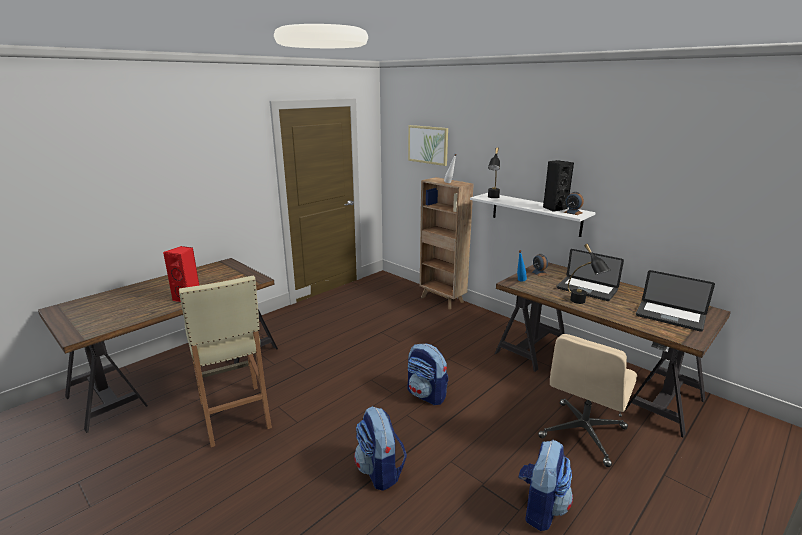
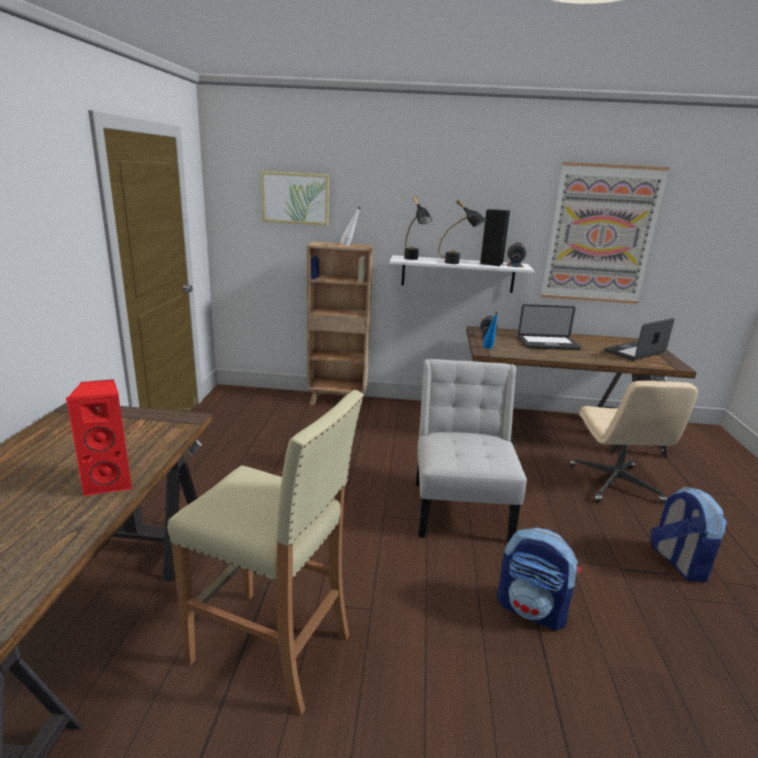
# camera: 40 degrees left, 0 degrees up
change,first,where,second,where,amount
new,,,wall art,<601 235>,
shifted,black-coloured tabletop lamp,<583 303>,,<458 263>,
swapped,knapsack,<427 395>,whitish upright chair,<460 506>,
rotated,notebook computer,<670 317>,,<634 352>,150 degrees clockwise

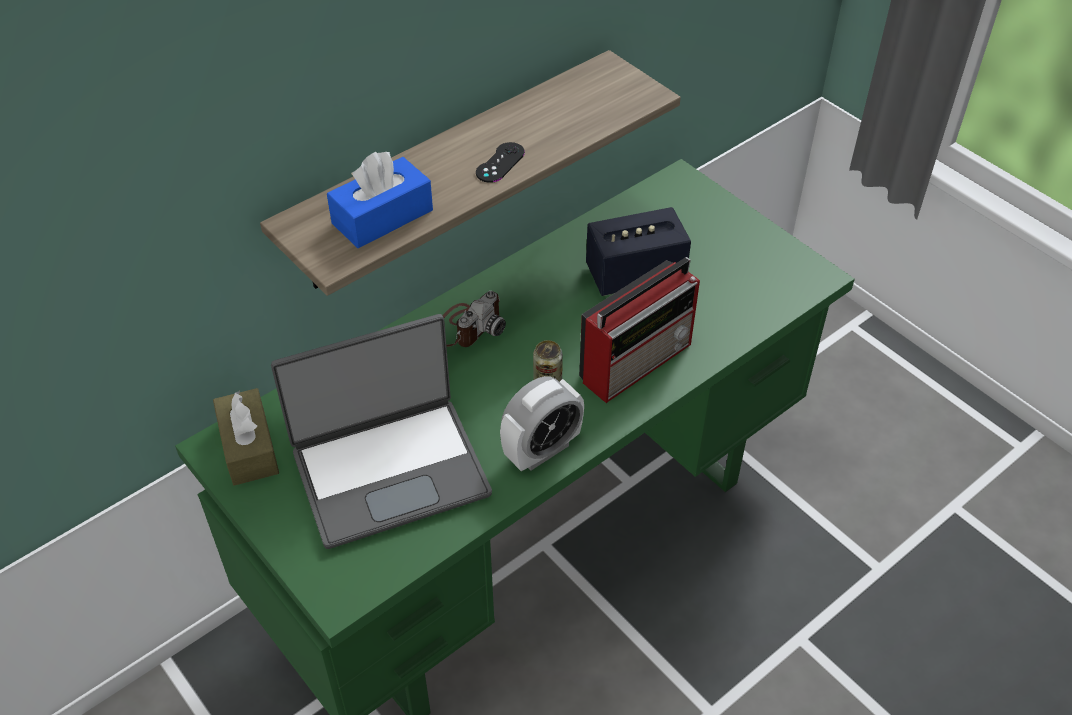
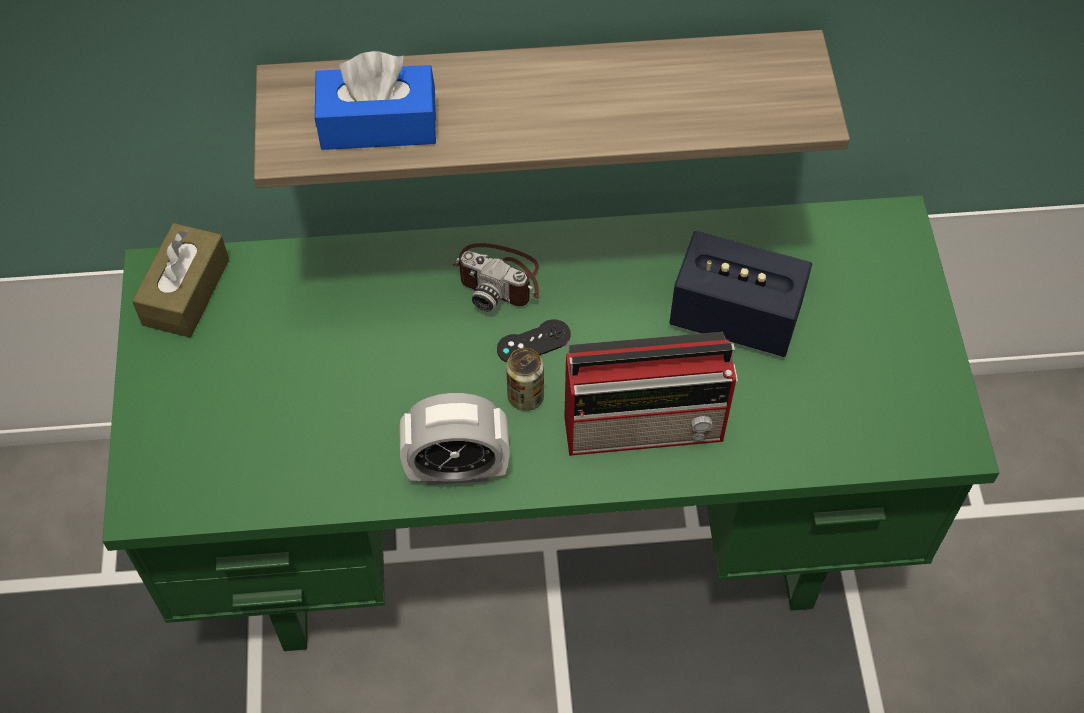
# camera: 35 degrees right, 10 degrees up
change,first,where,second,where,amount
gone,notebook computer,<390 470>,,,
shifted,black-coloured game controller,<500 163>,,<533 342>,
rotated,still camera,<467 327>,,<499 278>,45 degrees clockwise

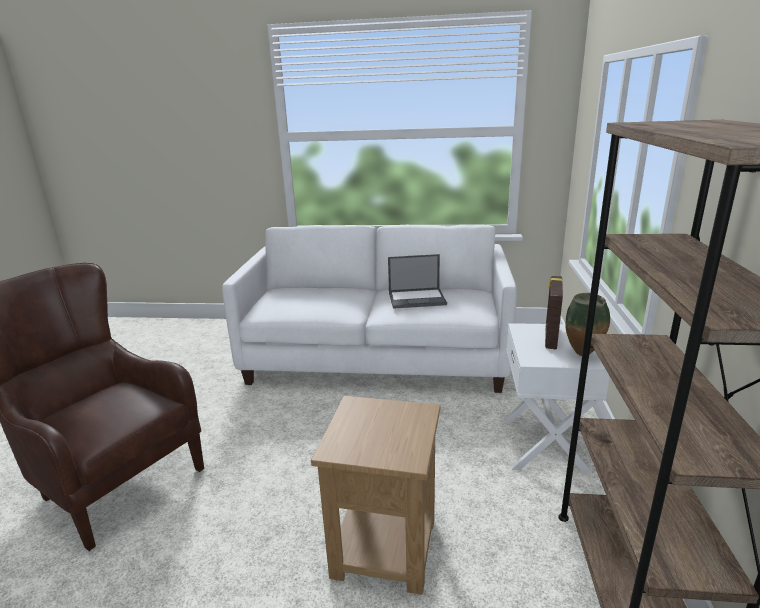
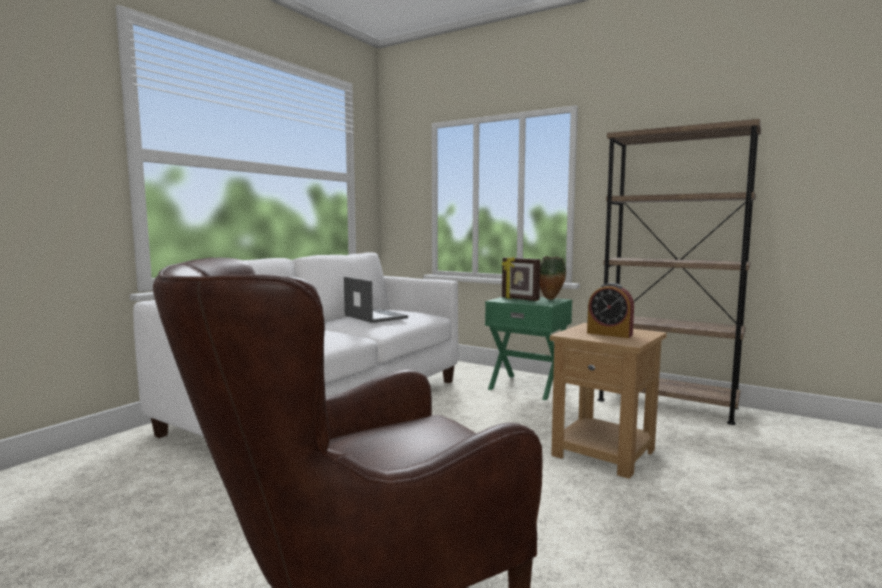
# camera: 65 degrees left, 15 degrees down
change,first,where,second,where,amount
new,,,table clock,<609 334>,
repainted,whitish night table,<545 445>,green night table,<527 386>,
rotated,notebook computer,<417 298>,,<375 316>,60 degrees counterclockwise

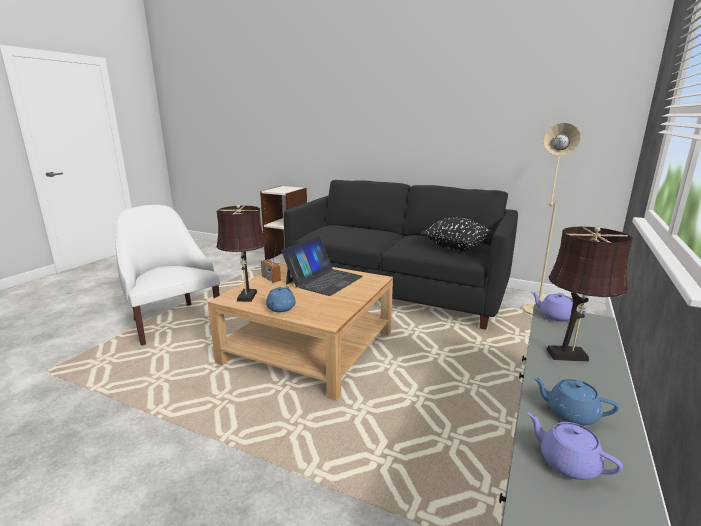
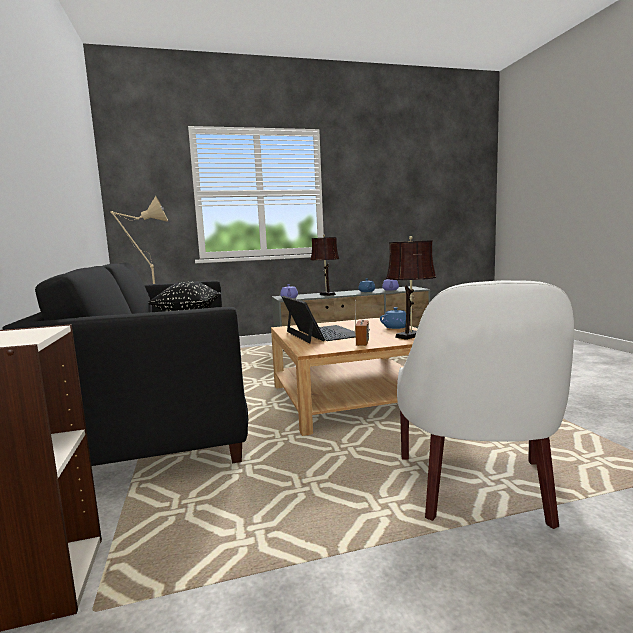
# camera: 130 degrees left, 10 degrees down
change,first,where,second,where,amount
rotated,notebook computer,<324 280>,,<322 334>,75 degrees clockwise

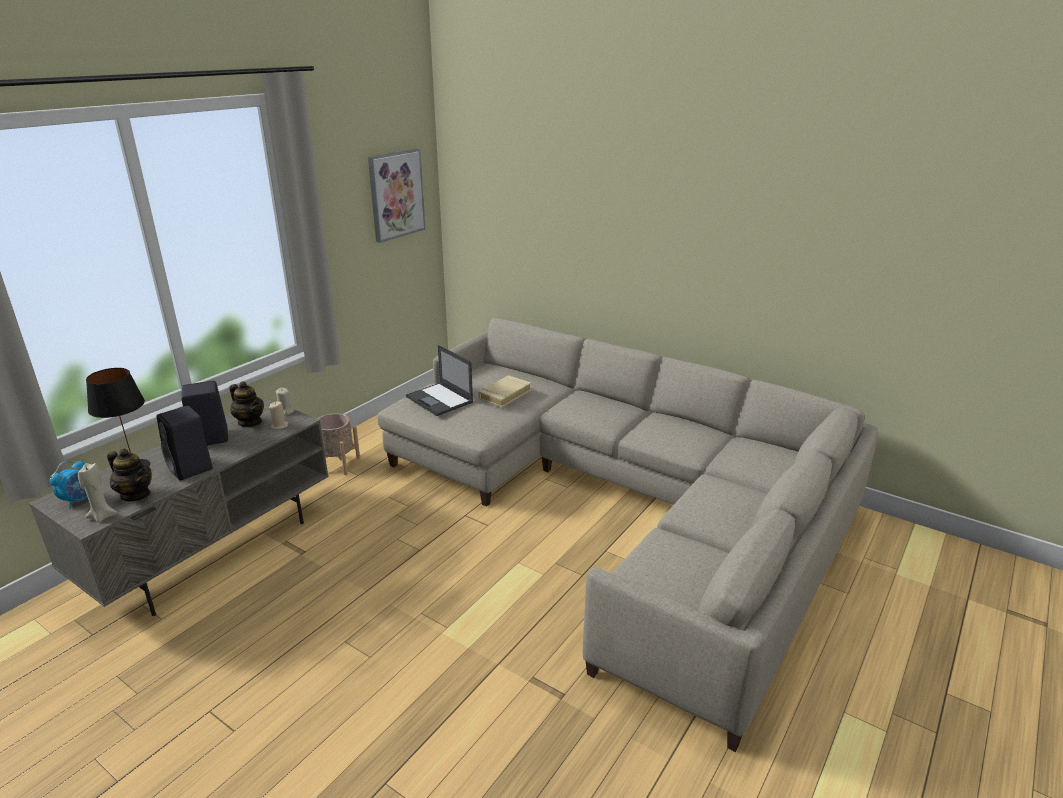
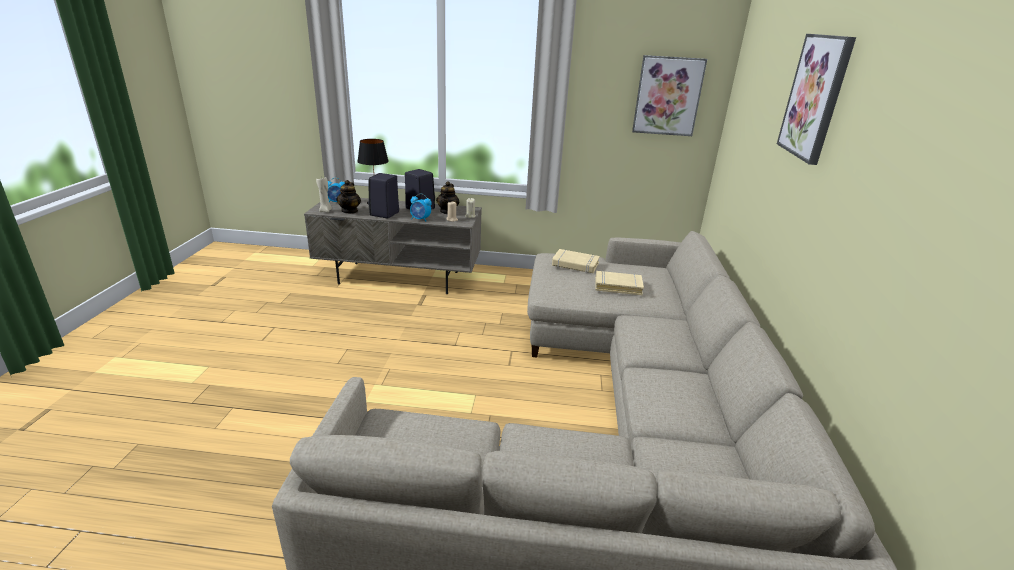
# camera: 60 degrees right, 0 degrees up
change,first,where,second,where,amount
gone,beige-coloured planter,<337 464>,,,
new,,,table clock,<420 219>,
new,,,wall art,<815 97>,
swapped,notebook computer,<440 400>,beige-coloured book,<575 264>,

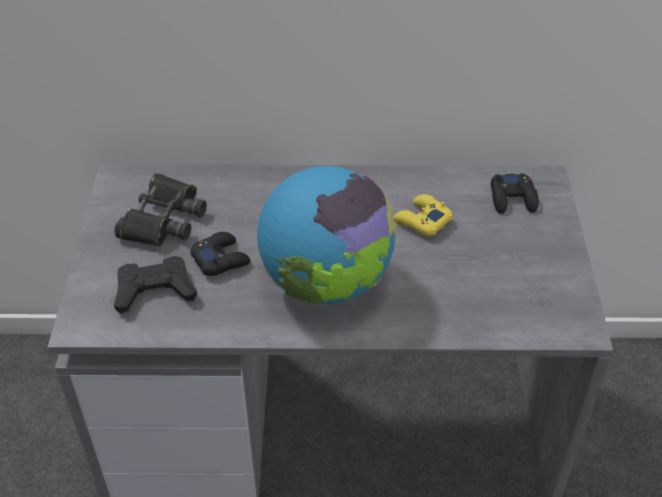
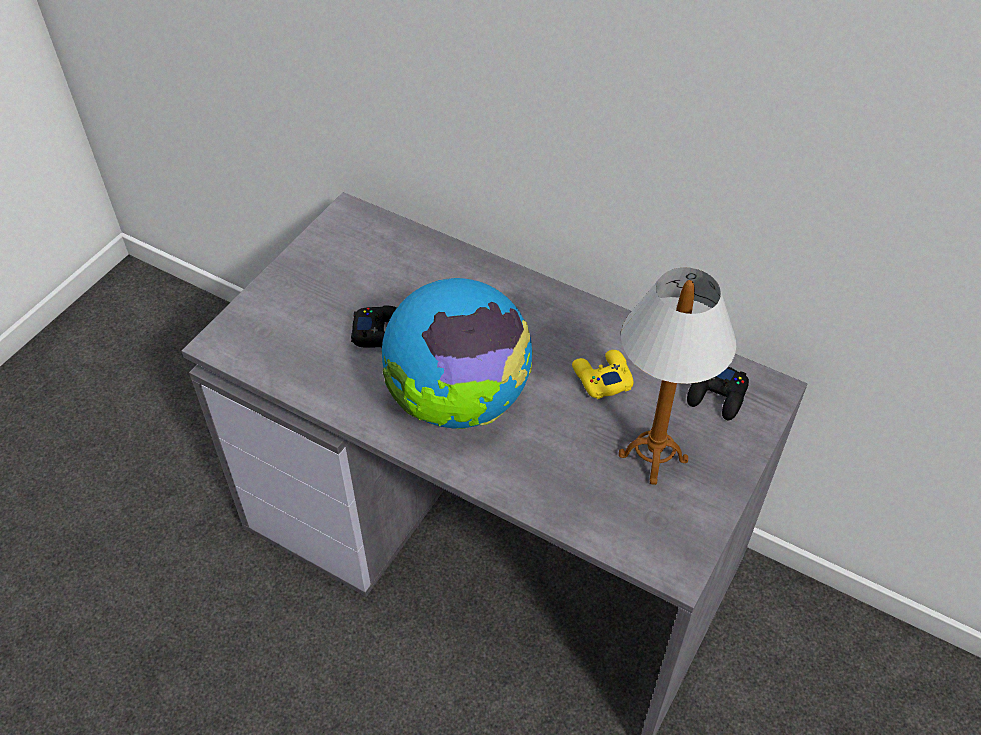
# camera: 30 degrees right, 5 degrees up
change,first,where,second,where,amount
gone,black-coloured pair of binoculars,<163 219>,,,
gone,black-coloured game controller,<155 290>,,,
new,,,tabletop lamp,<652 458>,

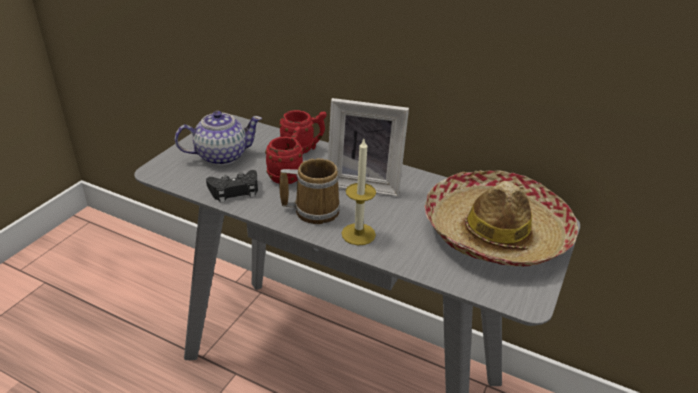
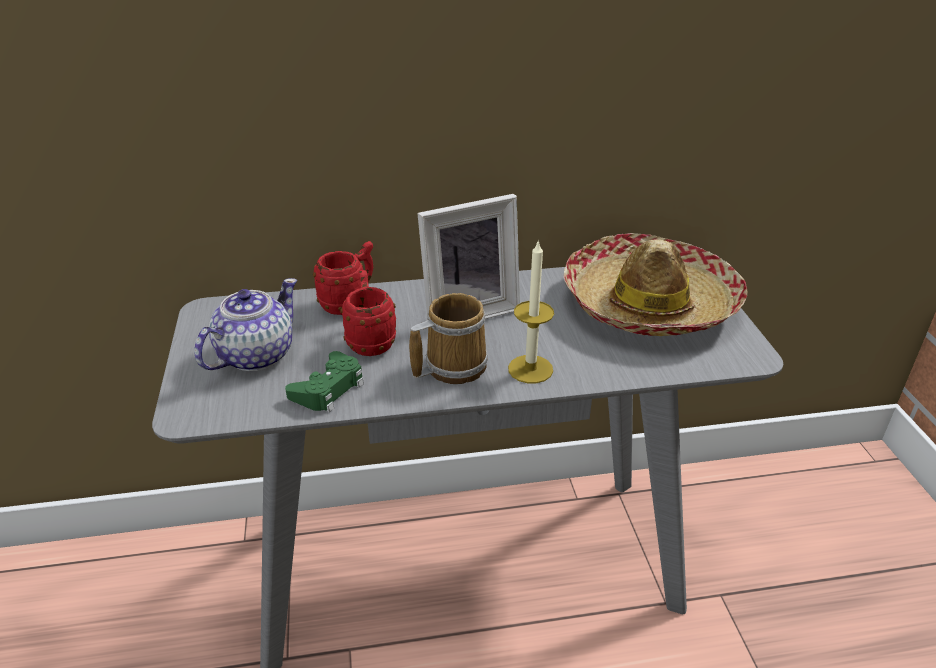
# camera: 35 degrees left, 0 degrees up
change,first,where,second,where,amount
repainted,black-coloured game controller,<234 190>,green game controller,<329 389>,

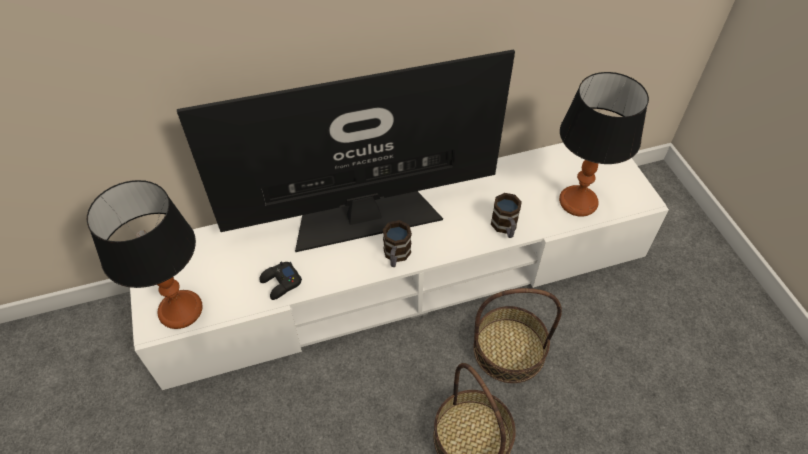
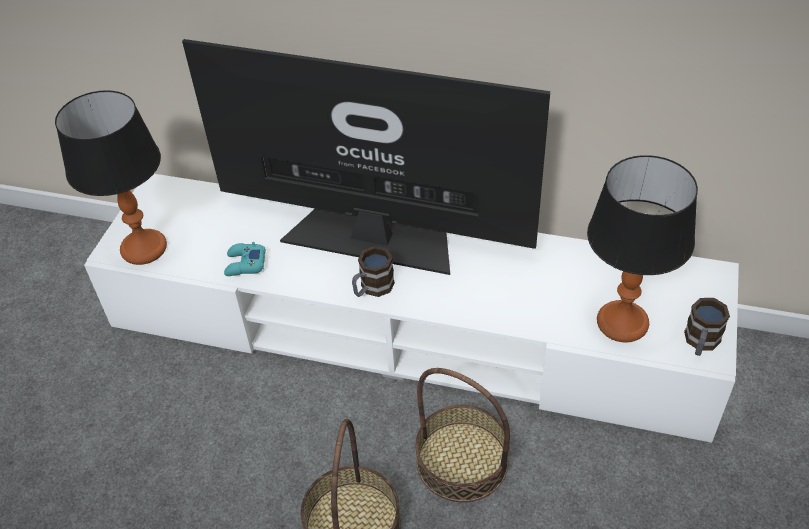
# camera: 35 degrees right, 5 degrees down
change,first,where,second,where,amount
shifted,tea mug,<505 227>,,<700 343>,
repainted,black-coloured game controller,<281 283>,turquoise game controller,<245 264>,

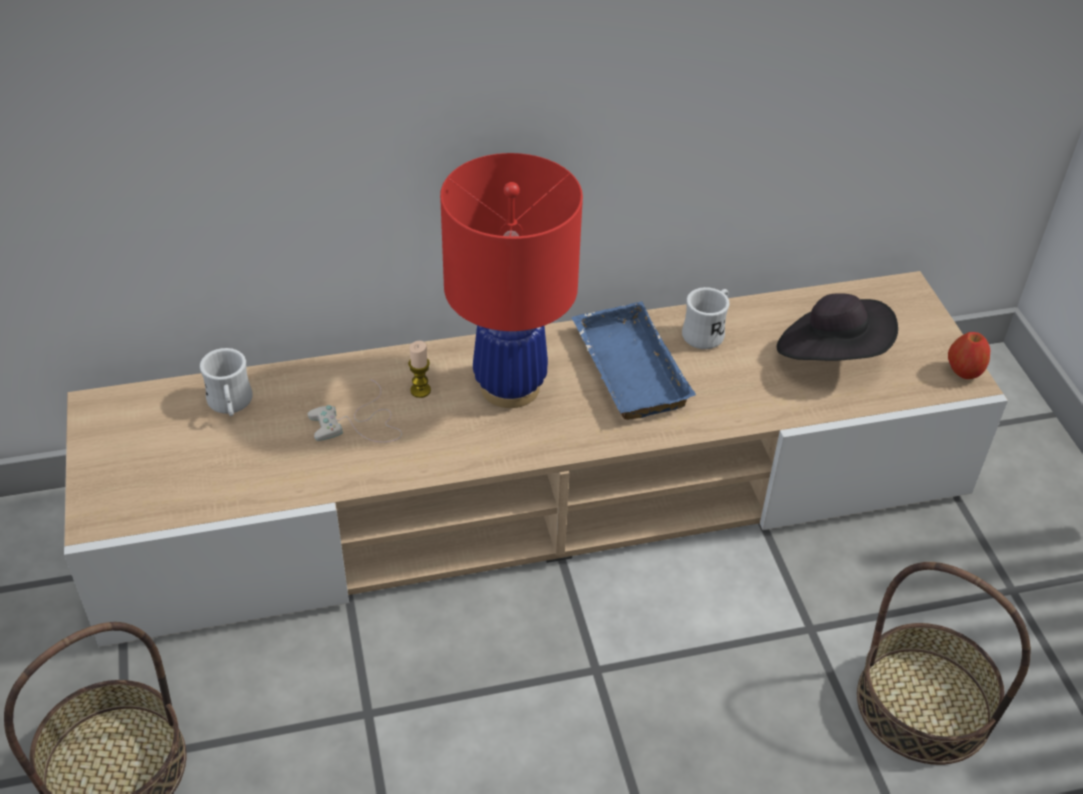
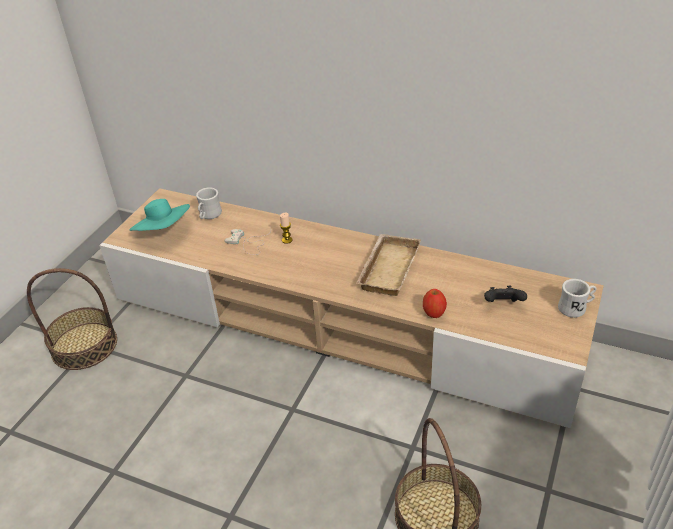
# camera: 40 degrees right, 5 degrees down
change,first,where,second,where,amount
gone,reddish tabletop lamp,<509 387>,,,
new,,,turquoise clothing hat,<164 231>,
shifted,whitish tea mug,<707 332>,,<575 308>,
shifted,apple fruit,<963 372>,,<433 313>,
swapped,black-coloured clothing hat,<831 354>,black-coloured game controller,<502 304>,
repainted,bluish carrying tray,<625 369>,beige-coloured carrying tray,<387 268>,

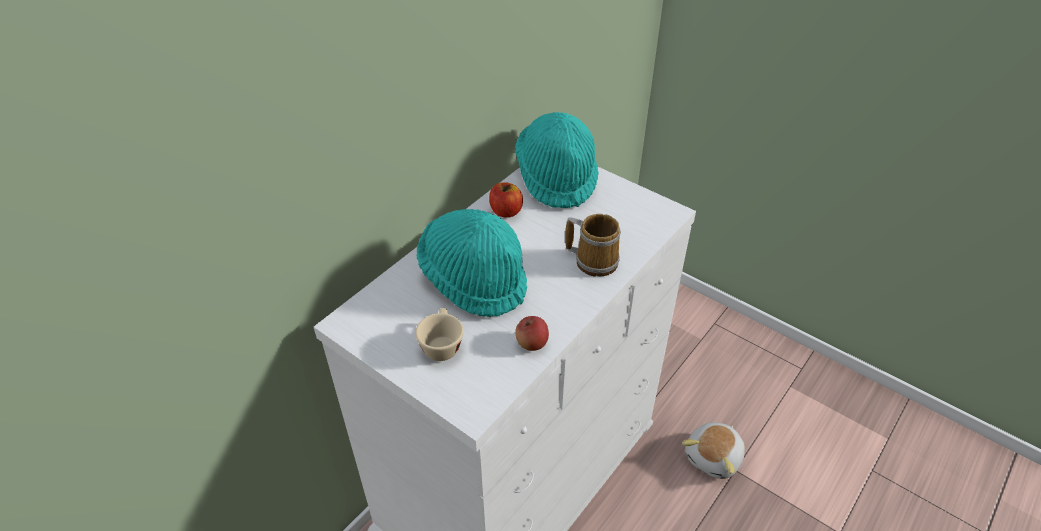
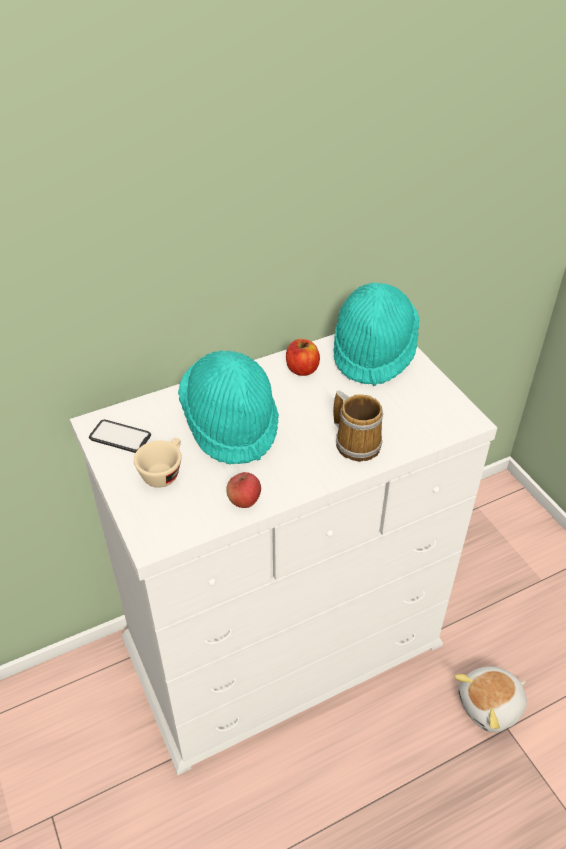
# camera: 25 degrees right, 0 degrees up
change,first,where,second,where,amount
new,,,handset,<120 437>,

